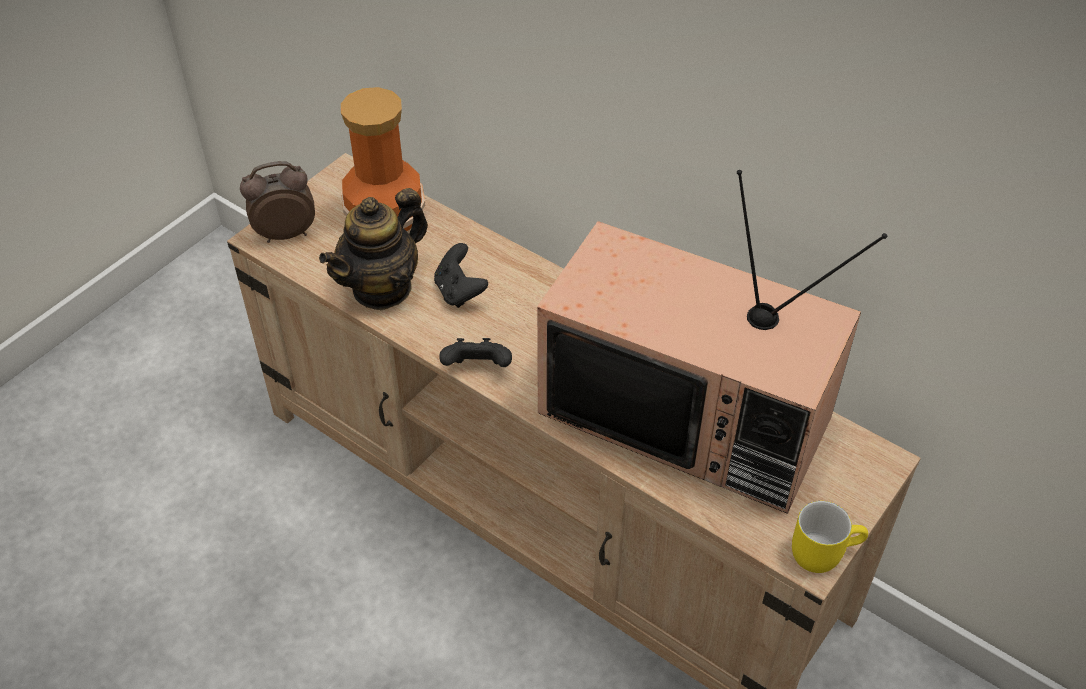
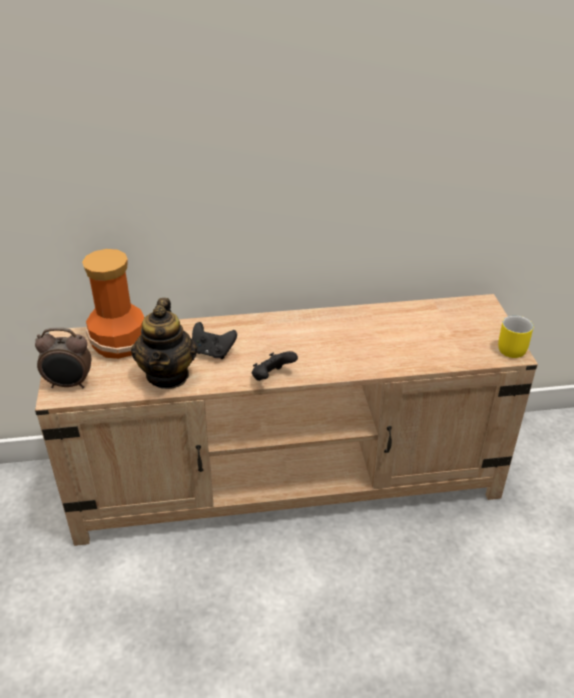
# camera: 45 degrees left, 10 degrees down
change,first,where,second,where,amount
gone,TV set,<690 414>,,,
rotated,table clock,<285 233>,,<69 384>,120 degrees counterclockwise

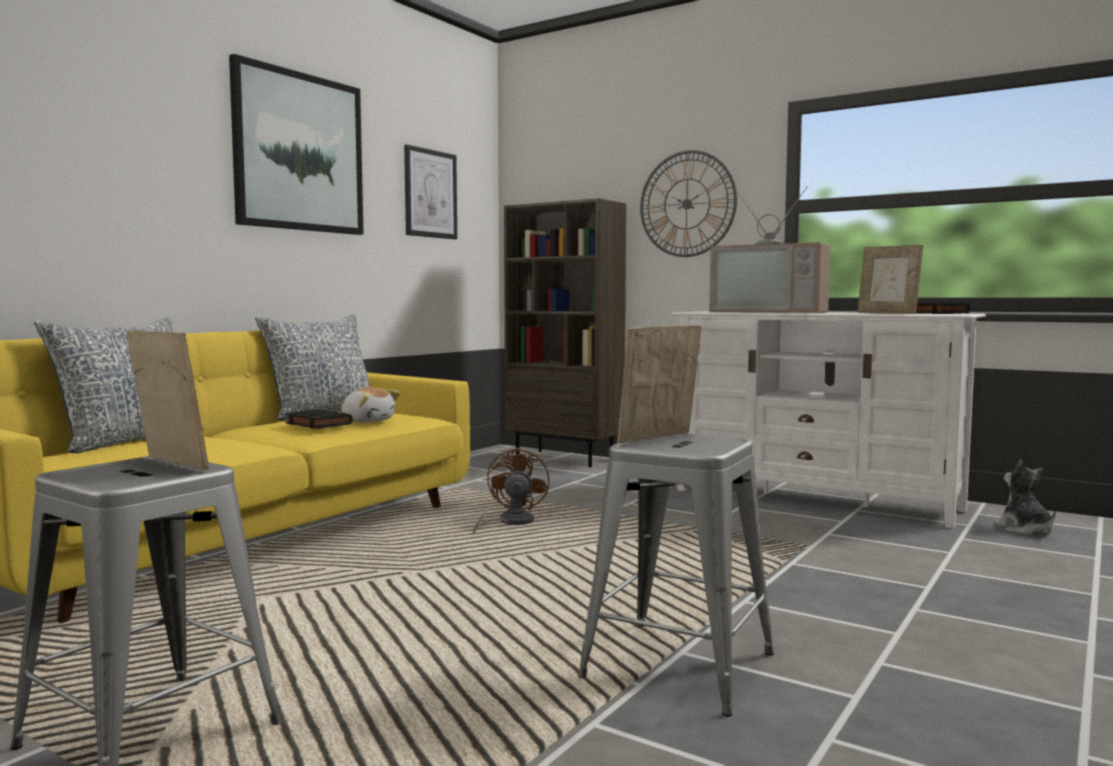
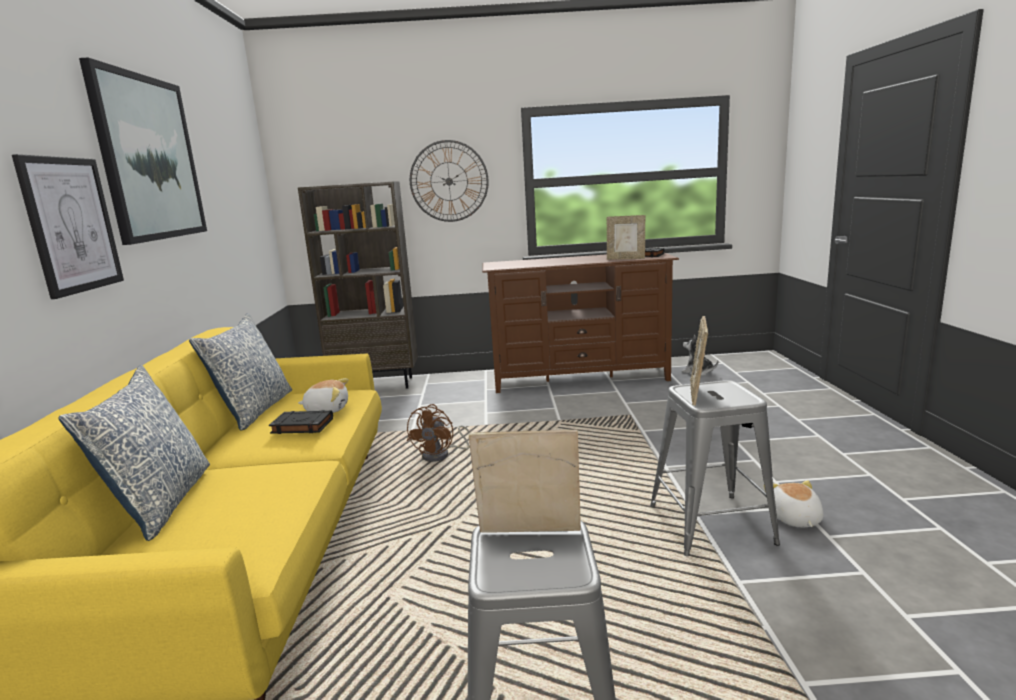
# camera: 35 degrees left, 10 degrees up
change,first,where,second,where,amount
gone,TV set,<771 312>,,,
new,,,cuddly toy,<794 519>,
shifted,wall art,<430 194>,,<71 225>,
repainted,whitish tv stand,<816 499>,brown-coloured tv stand,<580 378>,
rotated,brown-coloured electric fan,<509 523>,,<441 455>,135 degrees counterclockwise

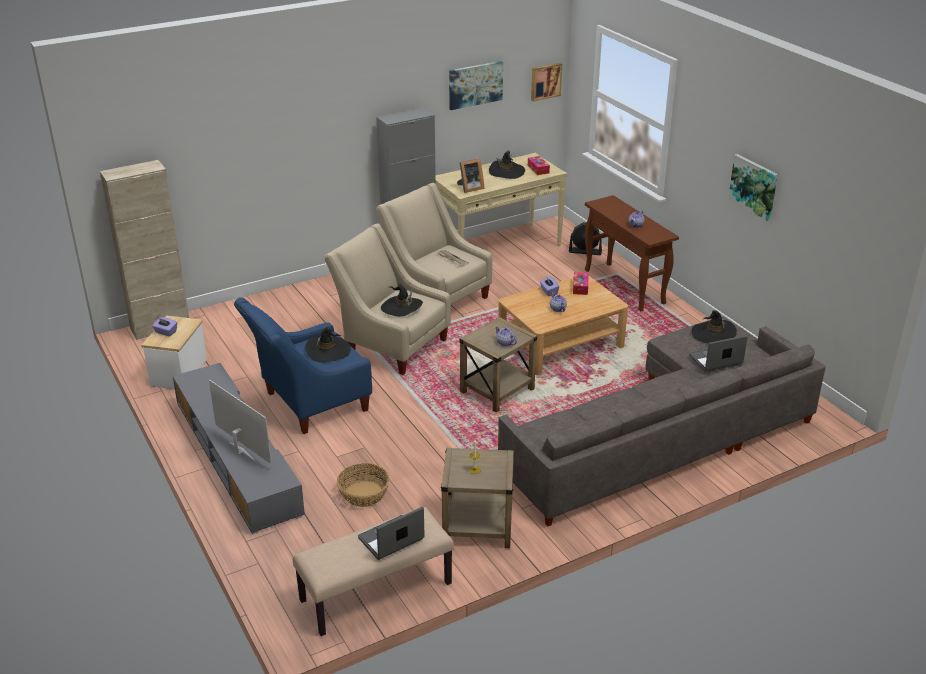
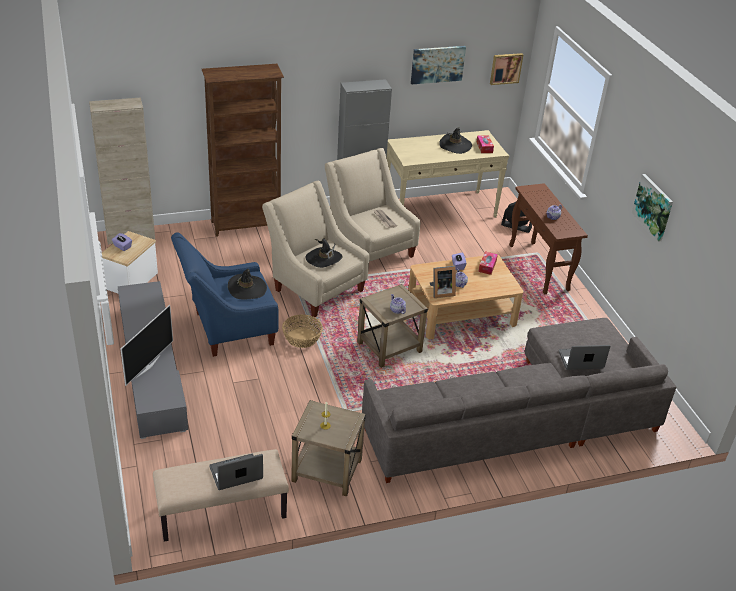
# camera: 10 degrees right, 5 degrees up
change,first,where,second,where,amount
gone,black-coloured clothing hat,<713 334>,,,
new,,,brown-coloured bookcase,<246 225>,
shifted,household basket,<363 494>,,<301 338>,
shifted,standing frame,<469 188>,,<441 292>,
rotated,TV set,<240 451>,,<147 366>,60 degrees clockwise

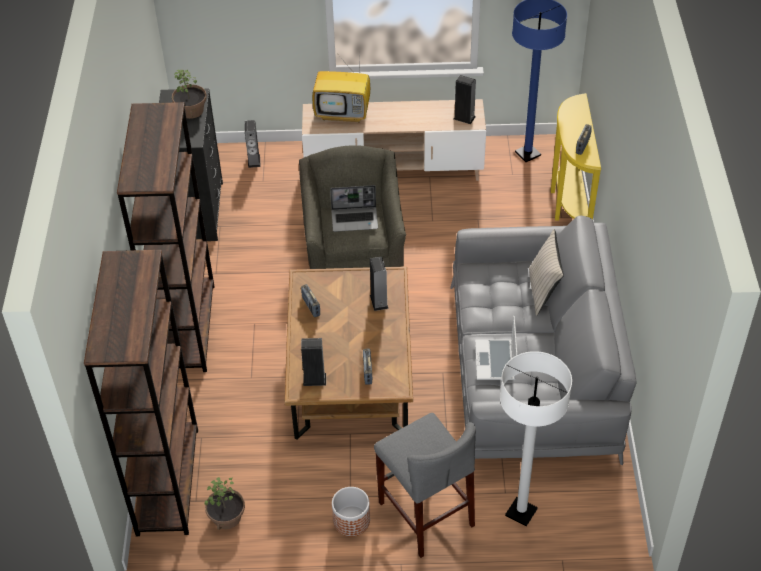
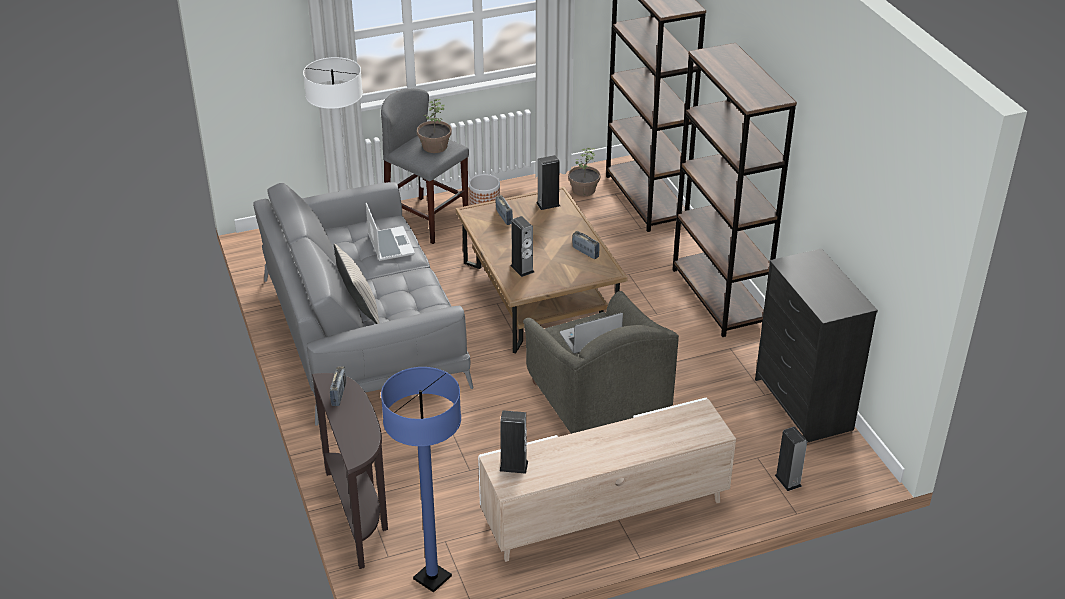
# camera: 160 degrees right, 10 degrees down
change,first,where,second,where,amount
gone,TV set,<344 113>,,,
shifted,potted plant,<191 110>,,<434 146>,
repainted,yellow hall table,<568 205>,brown-coloured hall table,<360 514>,

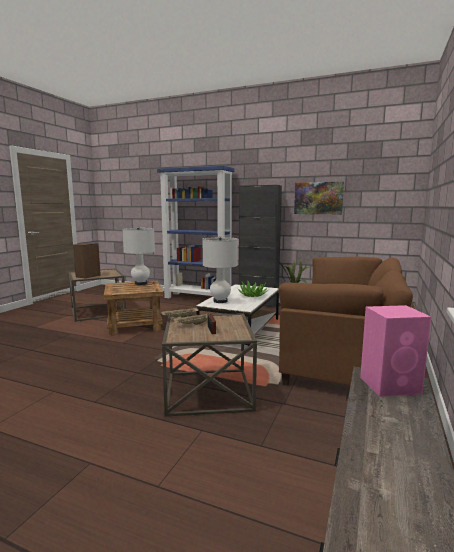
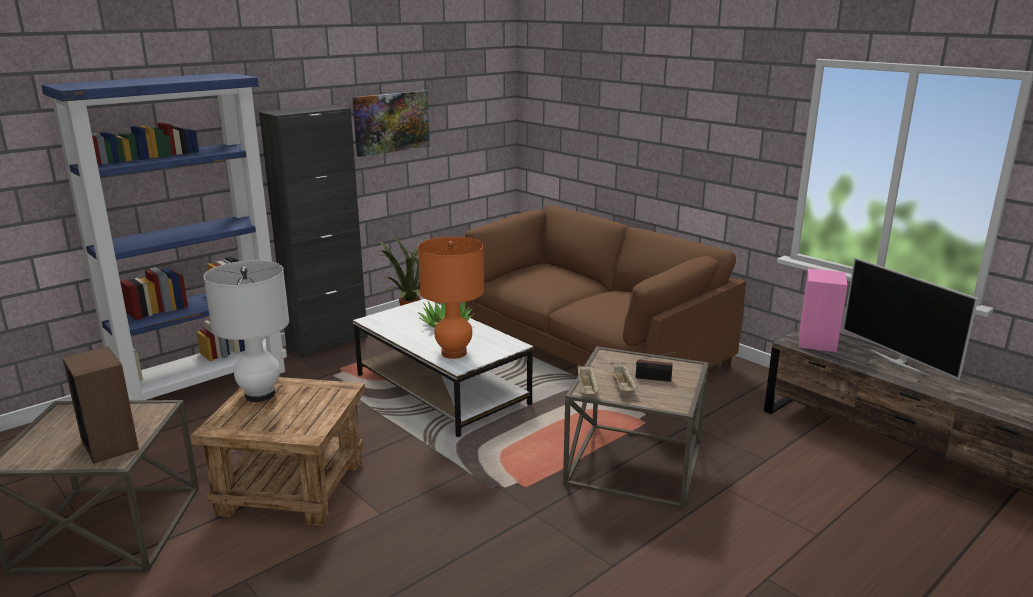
# camera: 65 degrees left, 10 degrees up
change,first,where,second,where,amount
new,,,TV set,<899 362>,
repainted,whitish tabletop lamp,<220 301>,orange tabletop lamp,<453 353>,

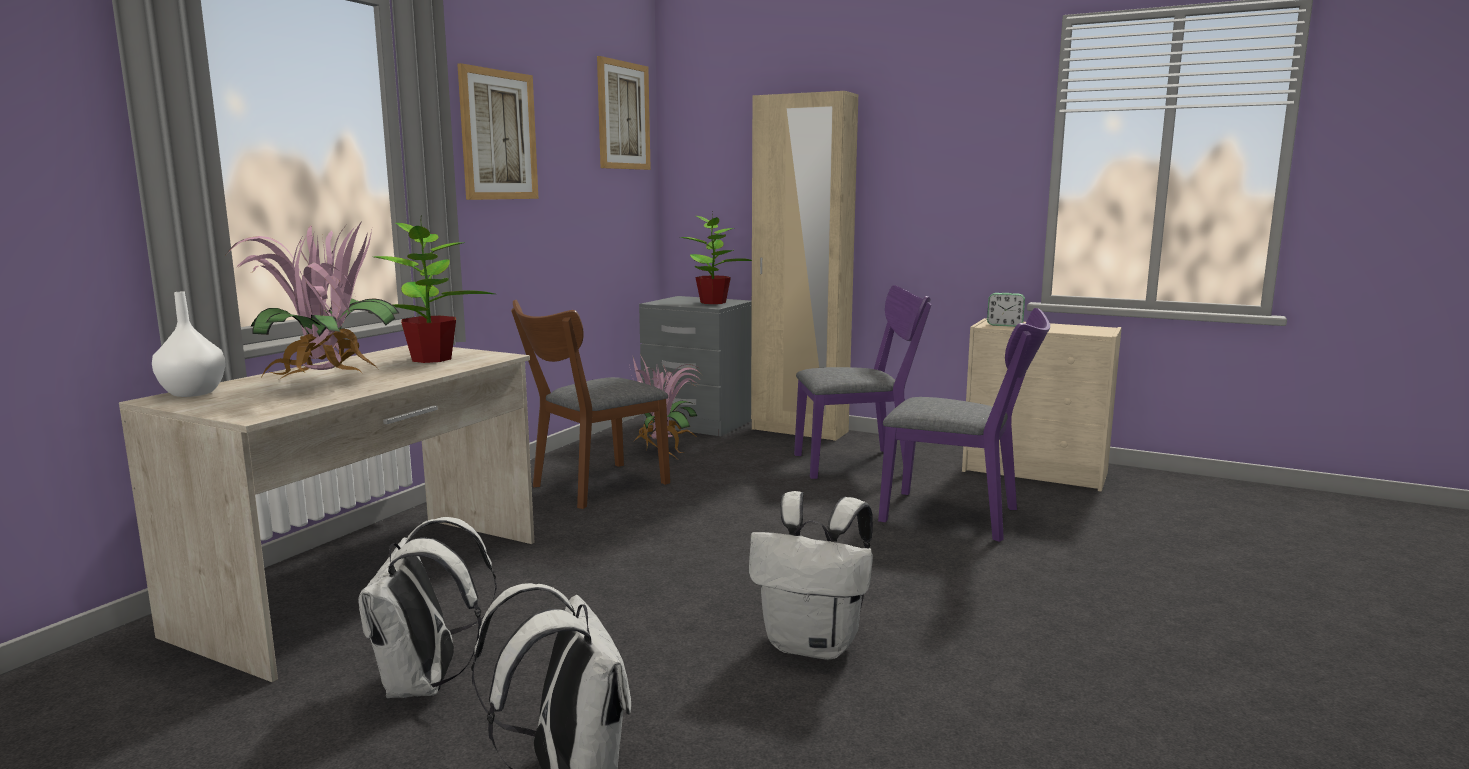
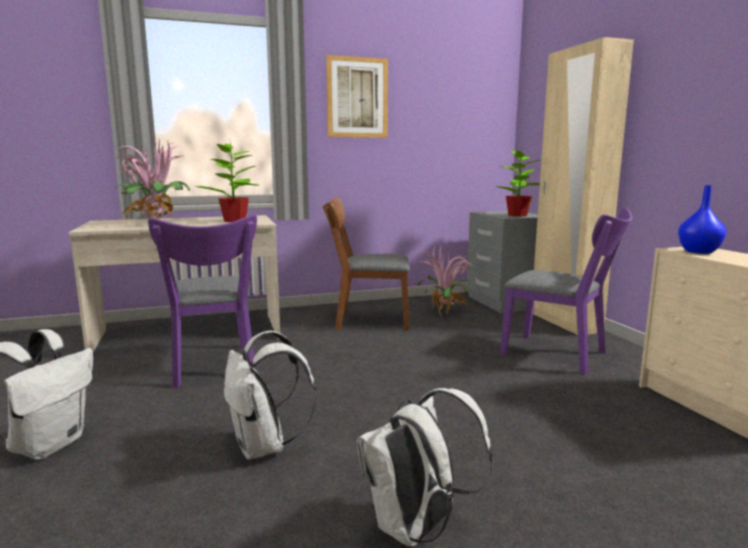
# camera: 45 degrees right, 0 degrees up
change,first,where,second,where,amount
gone,whitish flower vase,<193 393>,,,
gone,wall art,<623 116>,,,
shifted,whitish knapsack,<426 684>,,<417 529>,
shifted,purple-coloured upright chair,<960 516>,,<213 368>,
swapped,table clock,<1005 325>,bluish flower vase,<700 252>,

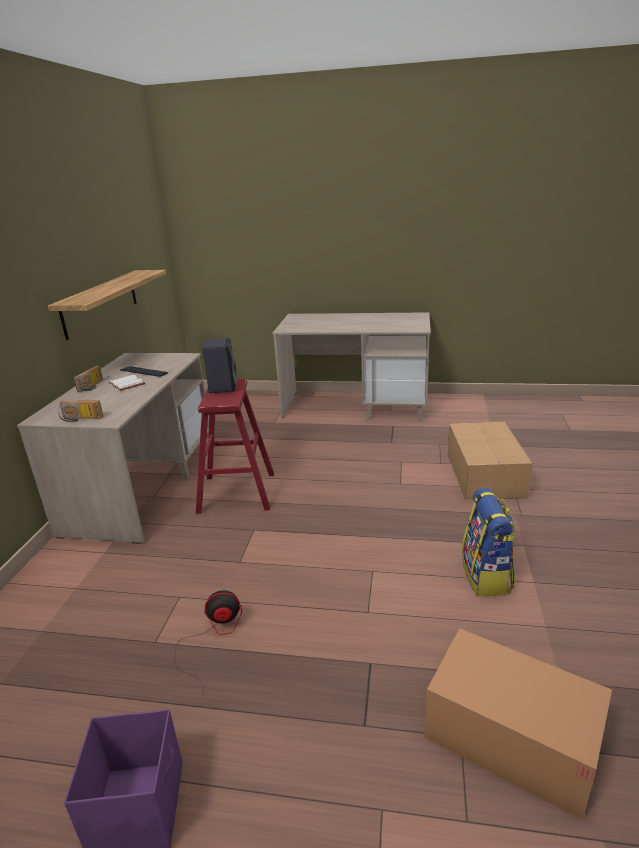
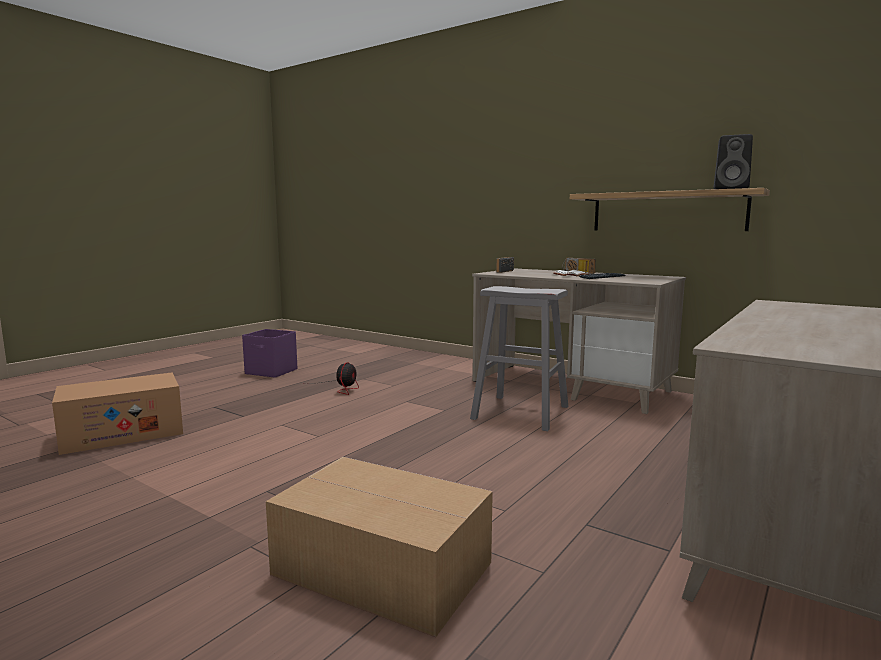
# camera: 115 degrees right, 15 degrees down
change,first,where,second,where,amount
gone,knapsack,<486 576>,,,
shifted,black-coloured loudspeaker,<222 387>,,<732 189>,
repainted,reddish stool,<237 492>,gray stool,<520 412>,

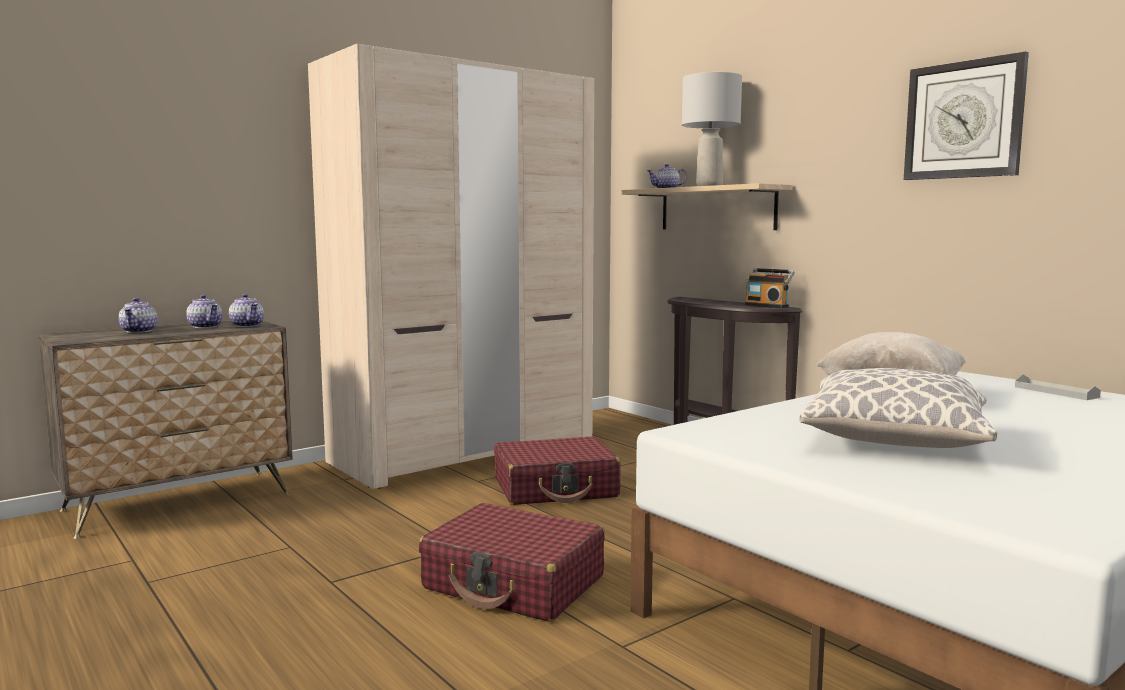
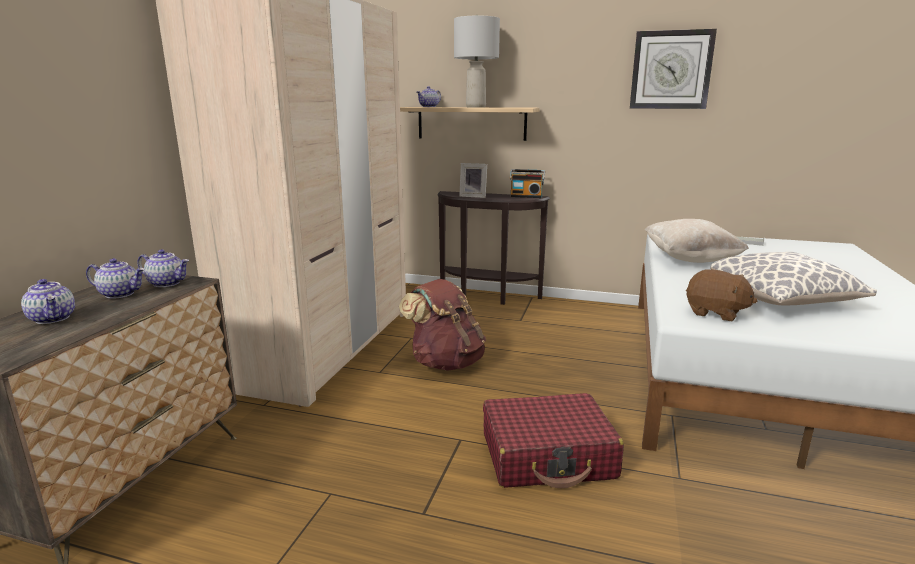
# camera: 35 degrees left, 10 degrees up
change,first,where,second,where,amount
new,,,standing frame,<473 196>,
new,,,brown-coloured cuddly toy,<715 313>,
swapped,reddish suitcase,<556 488>,brown-coloured knapsack,<445 362>,

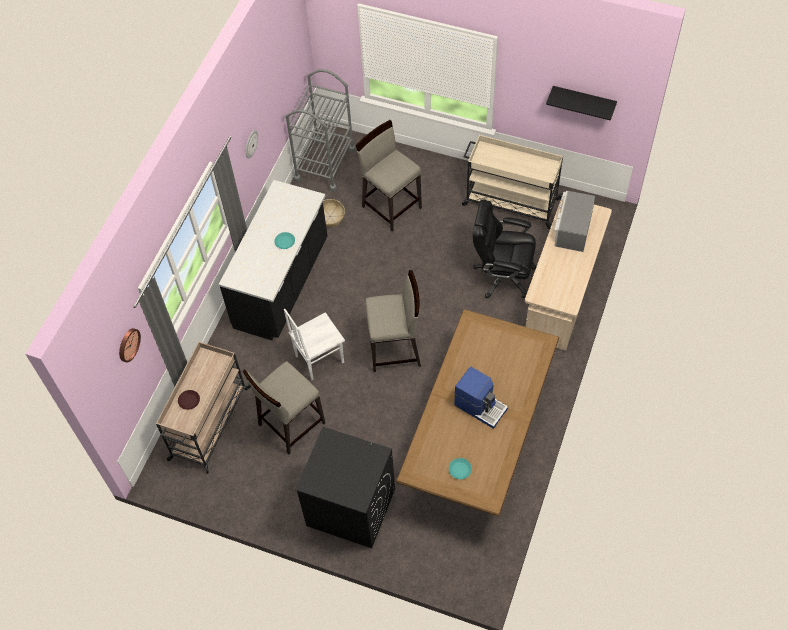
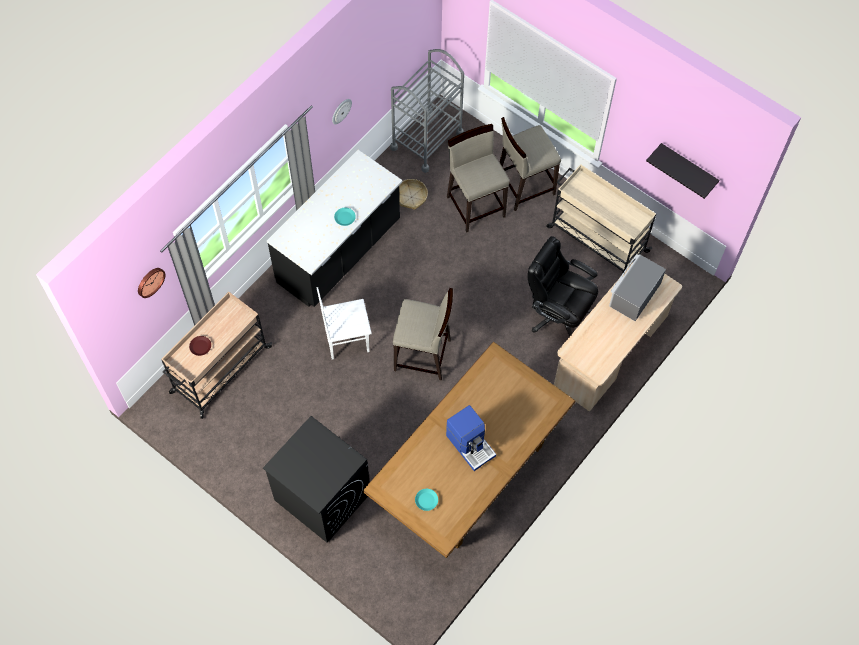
# camera: 15 degrees right, 5 degrees up
change,first,where,second,where,amount
shifted,beige-coloured stool,<291 424>,,<524 186>,

